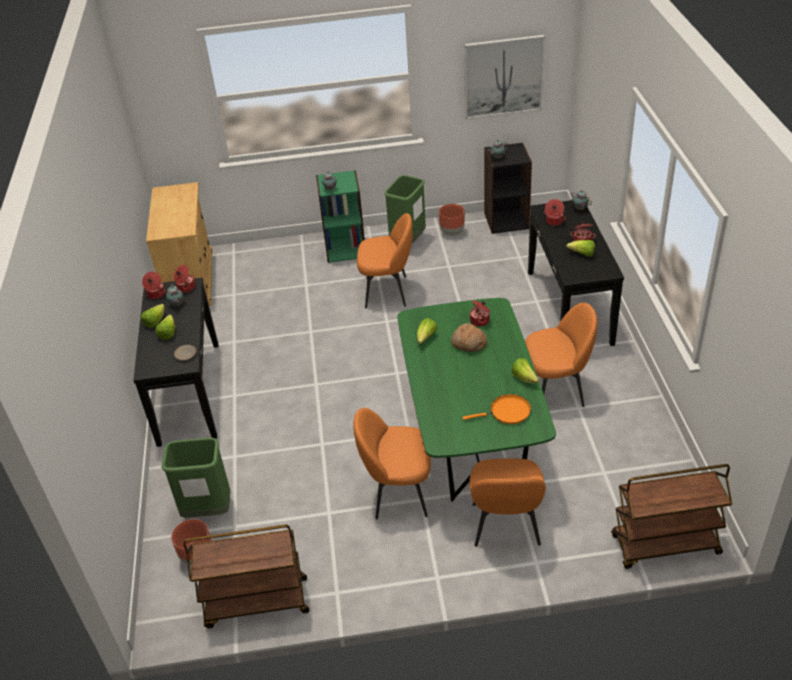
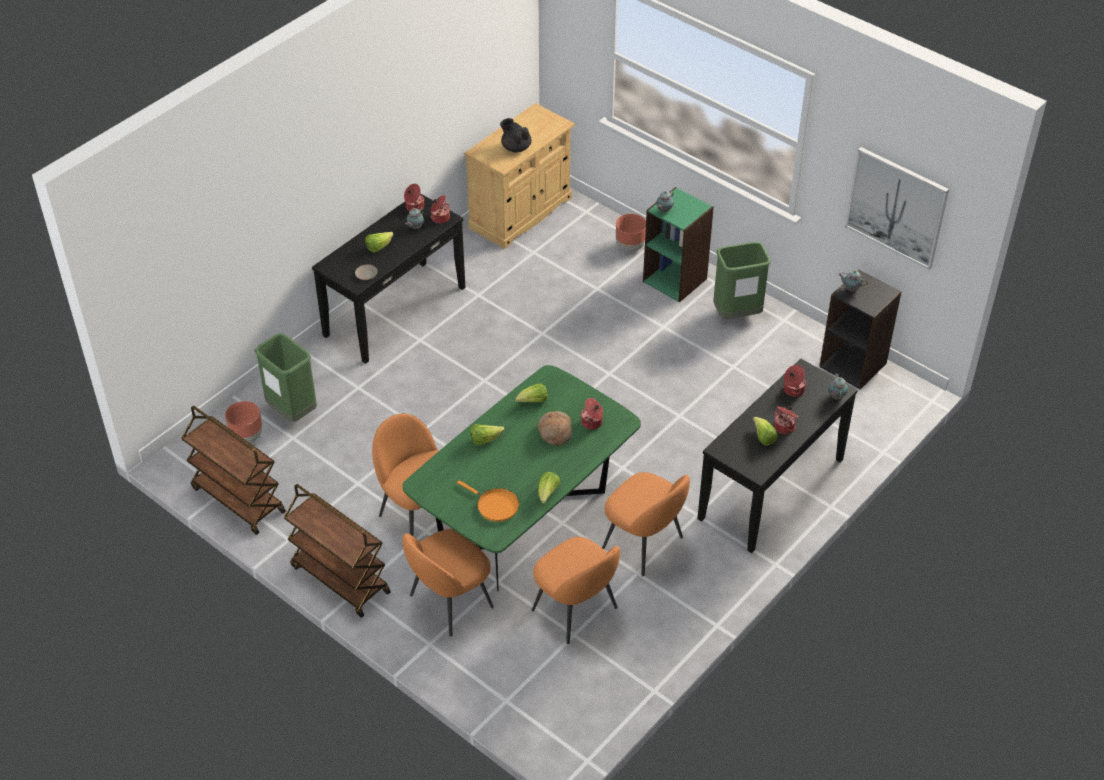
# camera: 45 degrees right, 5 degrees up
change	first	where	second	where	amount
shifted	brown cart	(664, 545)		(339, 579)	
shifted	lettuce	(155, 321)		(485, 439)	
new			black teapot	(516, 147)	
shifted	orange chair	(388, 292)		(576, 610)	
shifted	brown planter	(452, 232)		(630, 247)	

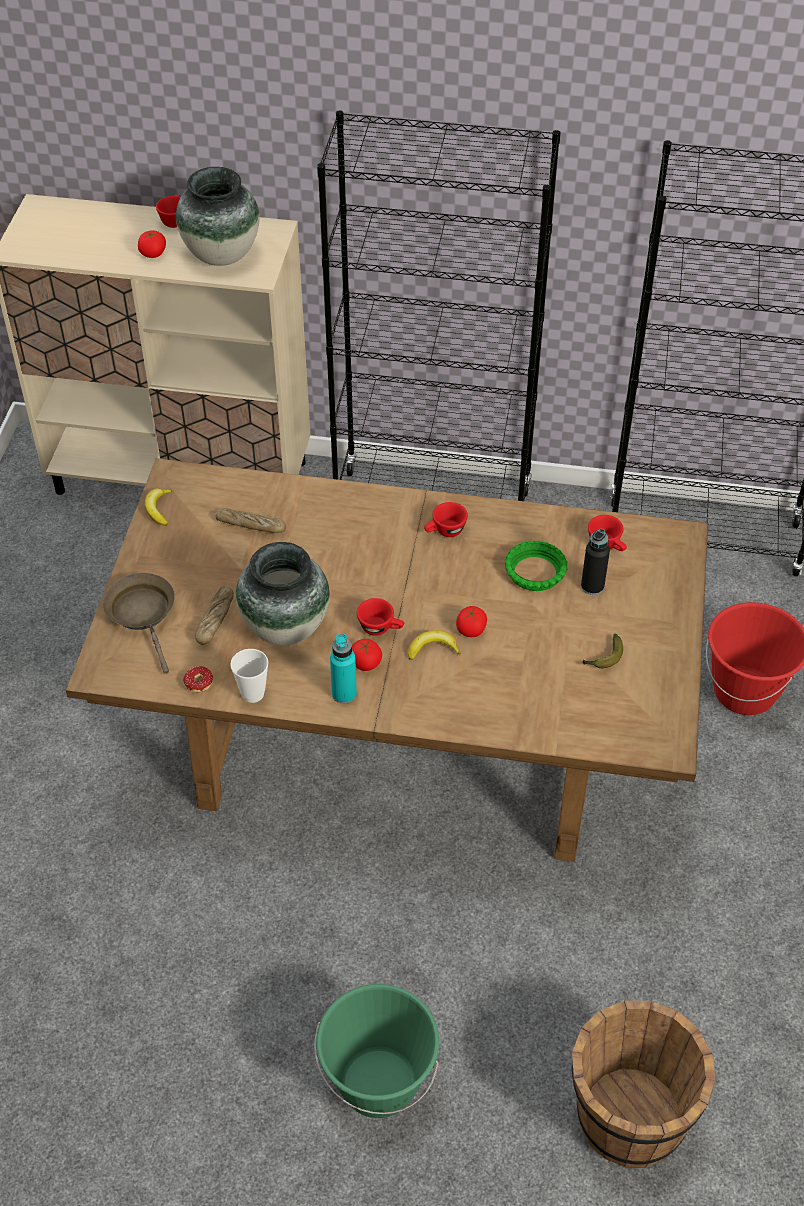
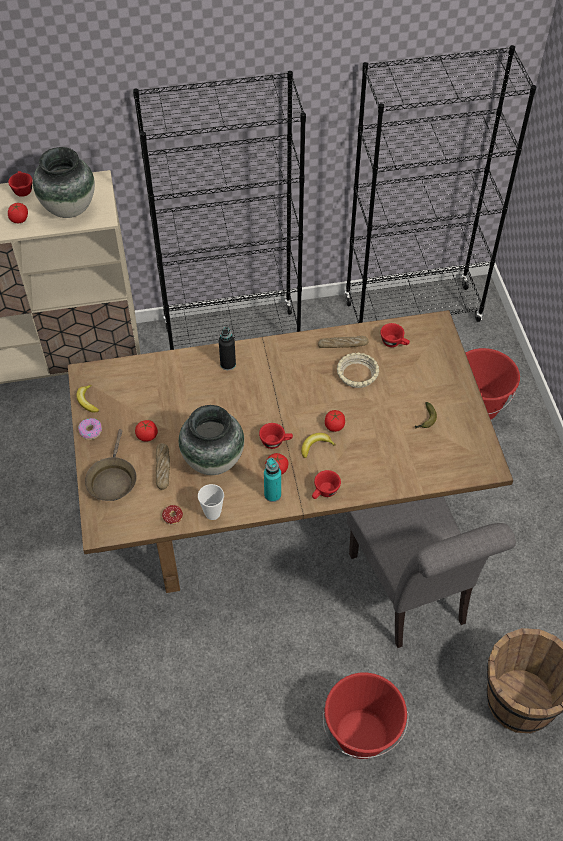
# camera: 20 degrees left, 5 degrees up
change	first	where	second	where	amount
new			donut	(90, 431)	
rotated	brown frying pan	(143, 614)		(112, 480)	135 degrees counterclockwise
new			tomato	(147, 436)	
shifted	black bottle	(592, 586)		(228, 364)	
shifted	red cup	(445, 531)		(324, 492)	
shifted	bread	(251, 525)		(342, 345)	
repainted	green bucket	(379, 1082)	red bucket	(361, 734)	
repainted	green bowl	(535, 572)	beige bowl	(357, 374)	
new			grey chair	(411, 595)	

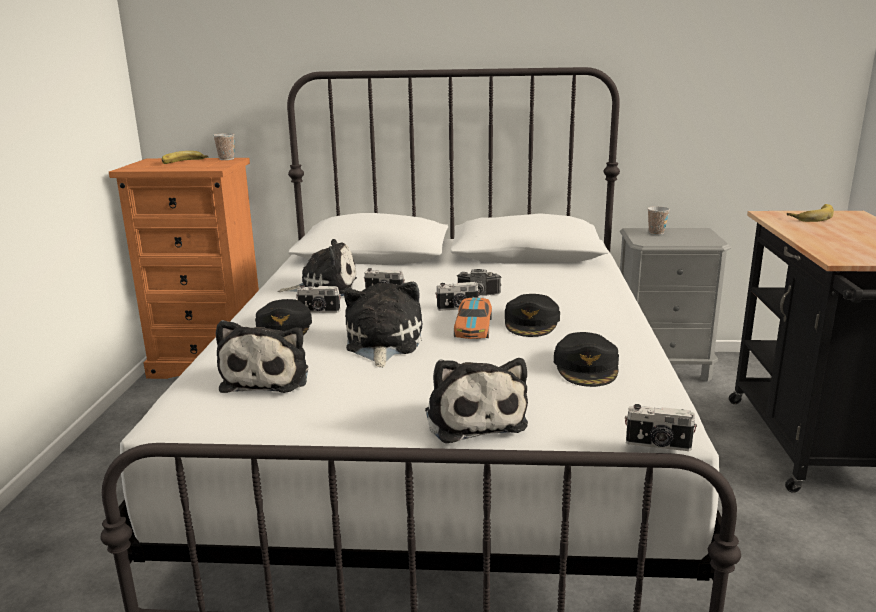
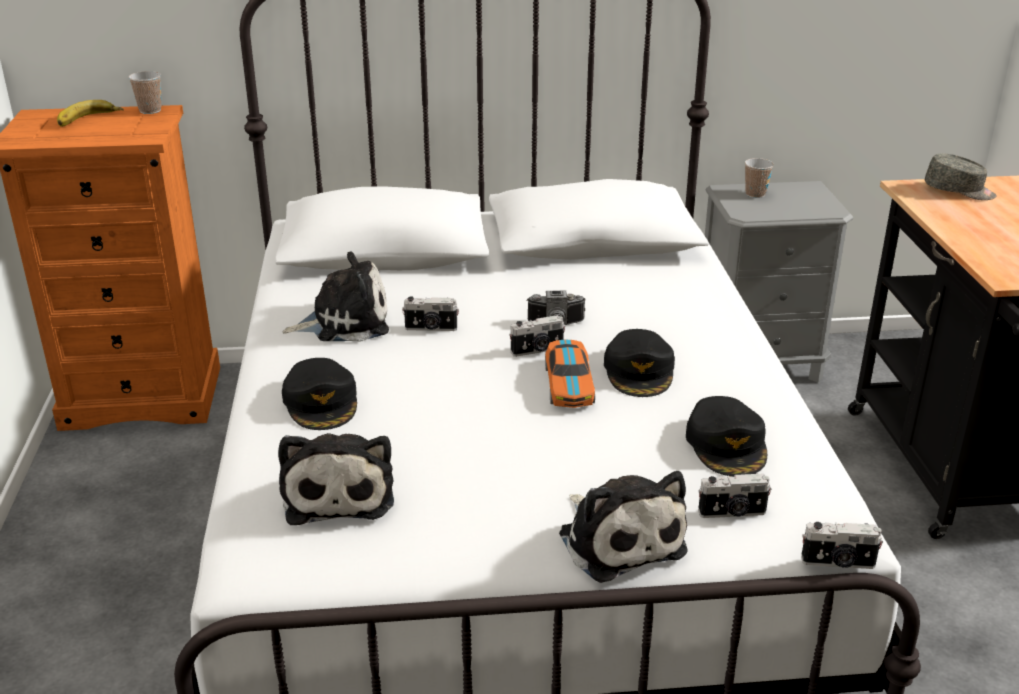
# camera: 10 degrees left, 10 degrees up
change	first	where	second	where	amount
shifted	photo camera	(319, 311)		(732, 513)	
swapped	banana	(811, 216)	grey cap	(959, 191)	
gone	plush toy	(382, 344)			

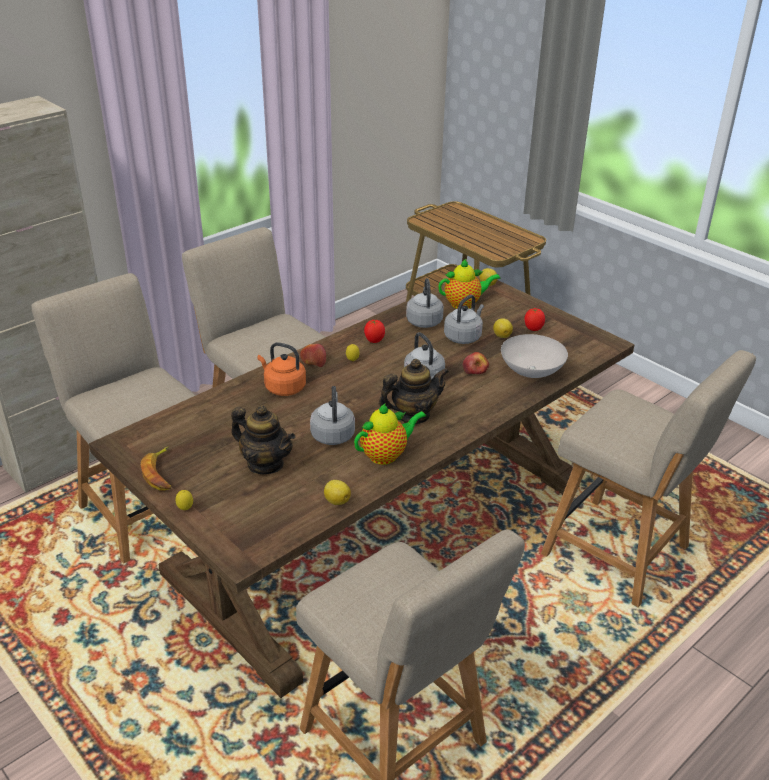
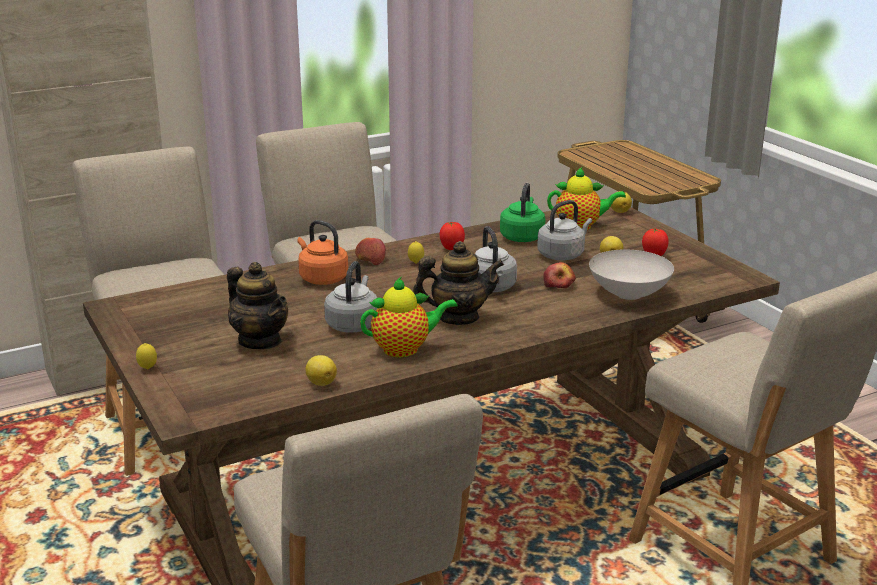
# camera: 15 degrees right, 10 degrees down
change	first	where	second	where	amount
repainted	grey kettle	(424, 321)	green kettle	(522, 236)	
gone	banana	(160, 473)			

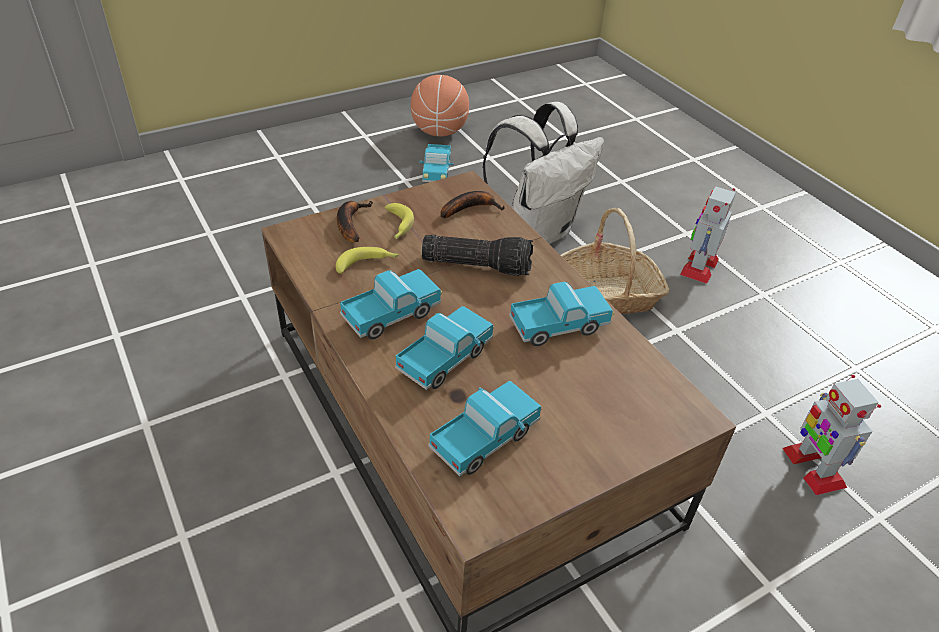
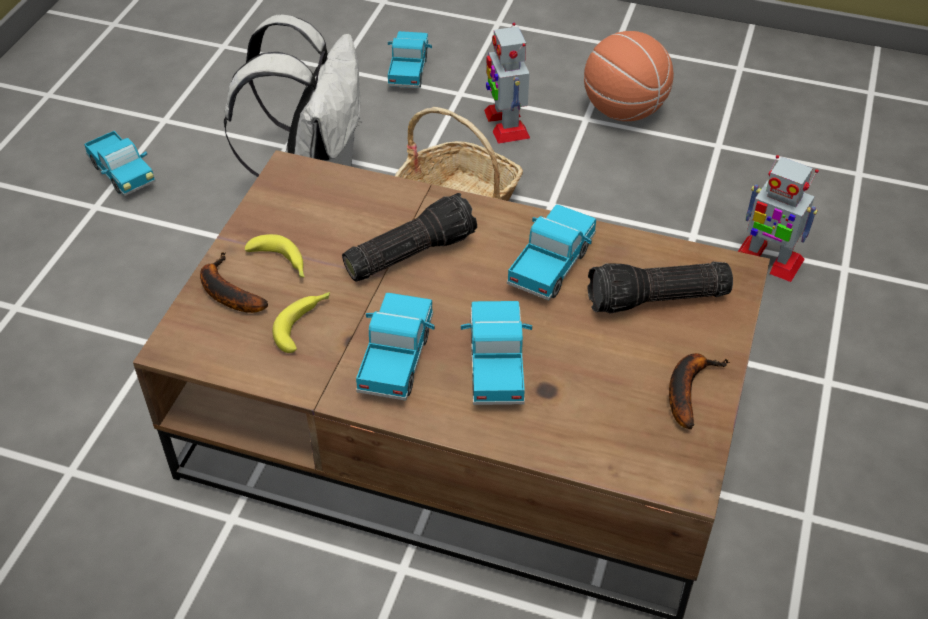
# camera: 40 degrees left, 5 degrees up
change	first	where	second	where	amount
shifted	toy truck	(485, 439)		(408, 70)	
shifted	basketball	(439, 131)		(623, 110)	
new			flashlight	(657, 300)	
shifted	banana	(470, 208)		(688, 389)	

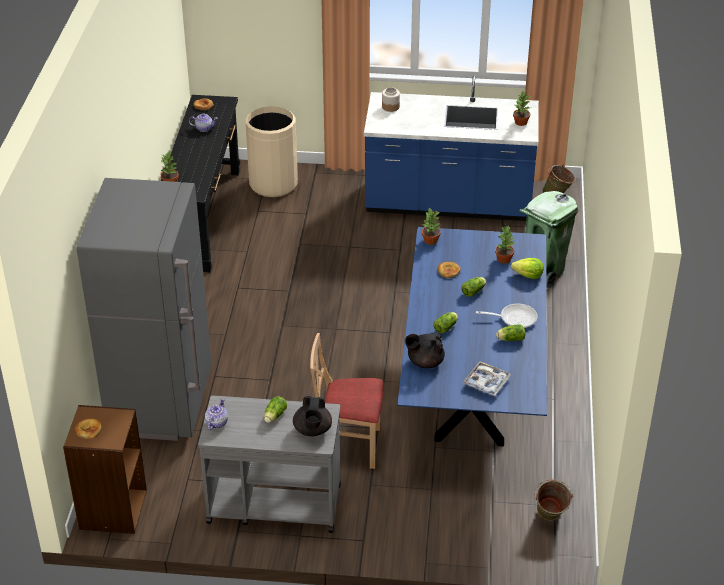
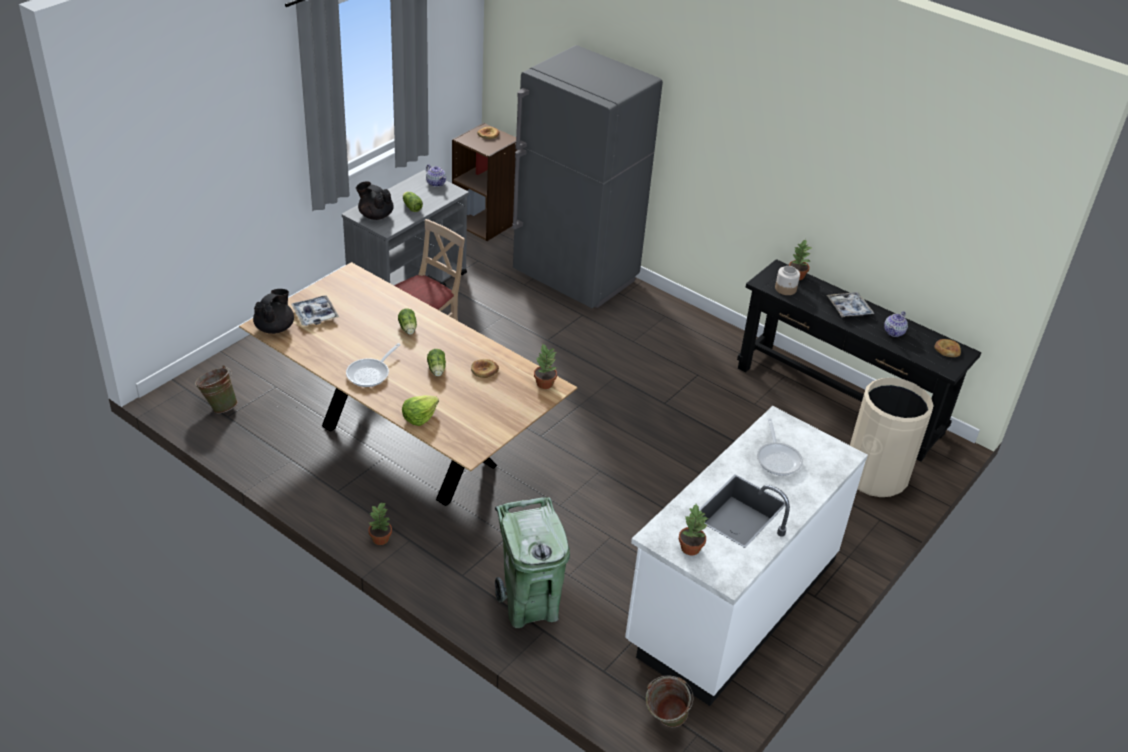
# camera: 120 degrees right, 0 degrees up
change	first	where	second	where	amount
repainted	blue dining table	(471, 390)	brown dining table	(407, 445)	
shifted	black teapot	(424, 362)		(275, 328)	
shifted	potted plant	(503, 259)		(381, 539)	
repainted	blue counter	(448, 203)	white counter	(731, 601)	
new			frying pan	(778, 458)	
shifted	jar	(390, 106)		(785, 289)	
new			tray	(849, 309)	
gone	lettuce	(510, 339)			

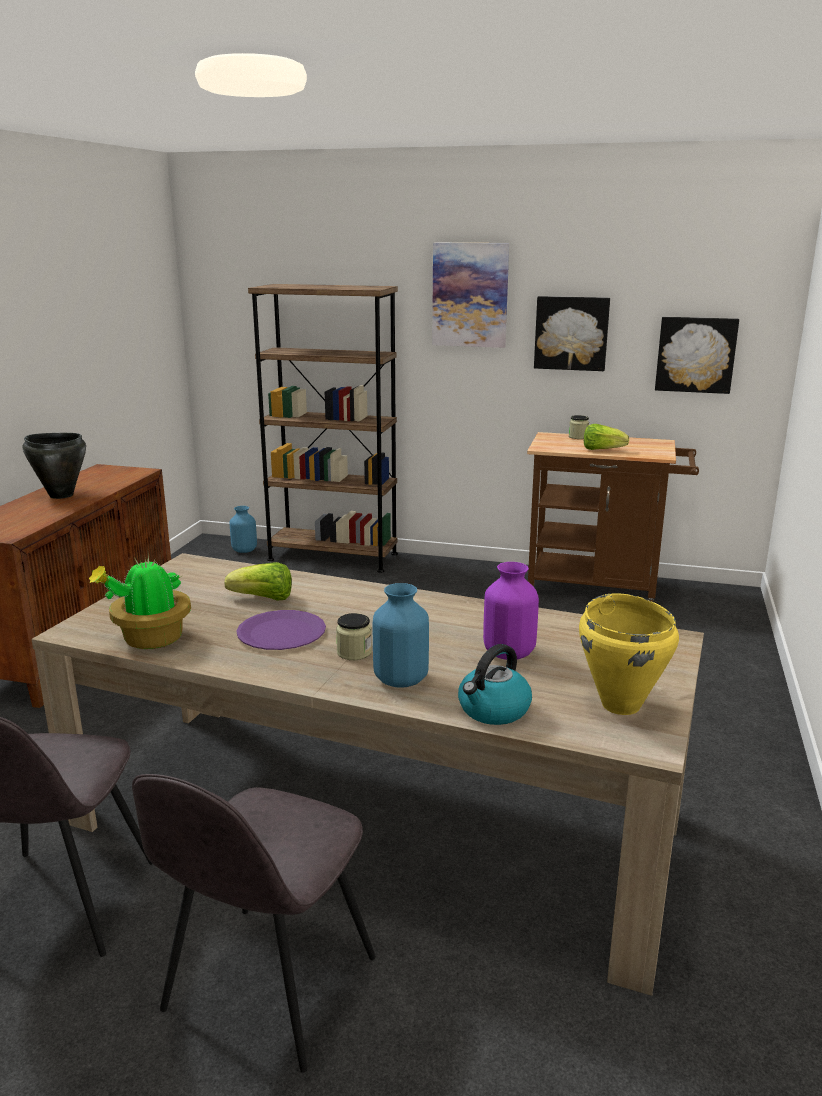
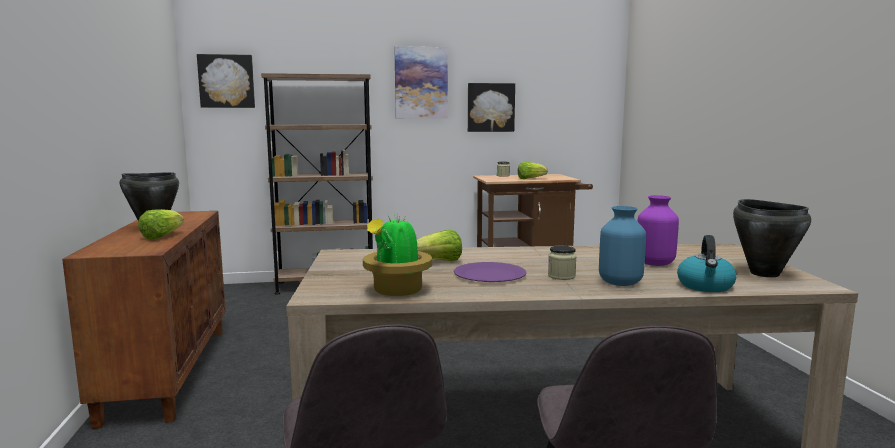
# camera: 25 degrees left, 10 degrees down
change	first	where	second	where	amount
new			lettuce	(162, 236)	
shifted	picture	(695, 354)		(226, 81)	
repainted	yellow cooking pot	(621, 704)	black cooking pot	(764, 273)	
gone	blue vase	(244, 550)			

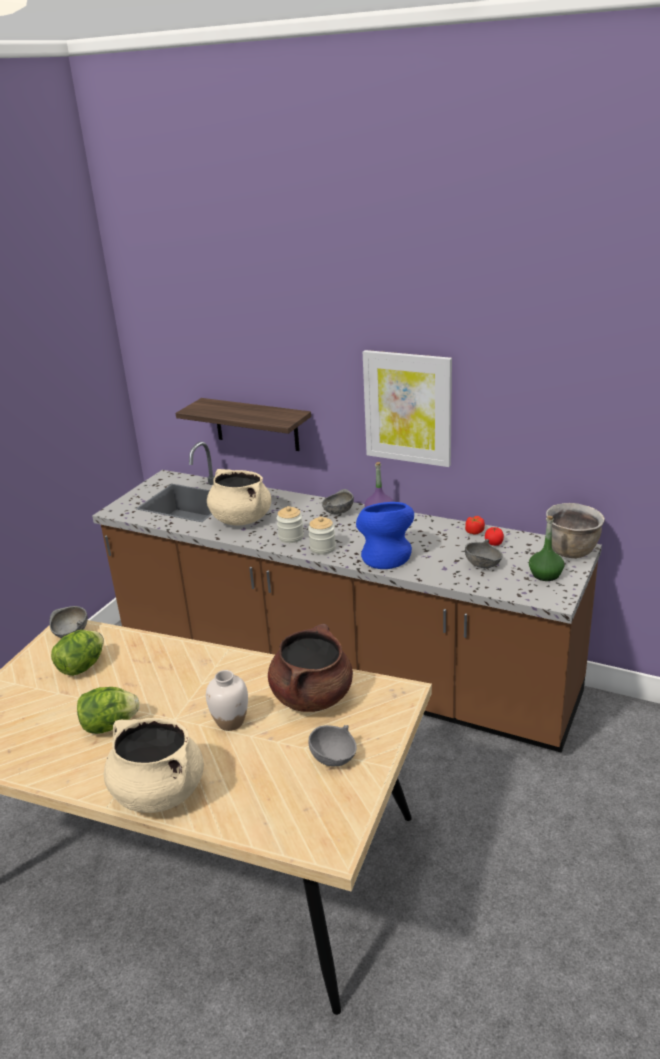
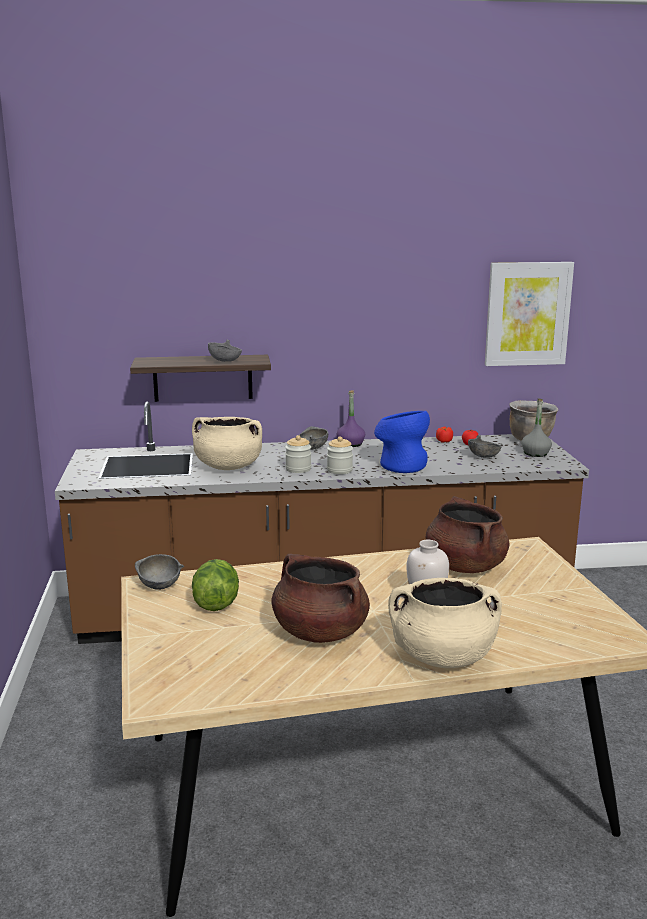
# camera: 35 degrees left, 10 degrees down
change	first	where	second	where	amount
shifted	grey bowl	(334, 758)		(225, 361)	
swapped	lettuce	(110, 726)	brown cooking pot	(319, 632)	
shifted	picture	(408, 408)		(527, 314)	
repainted	green bottle	(545, 574)	grey bottle	(535, 453)	

